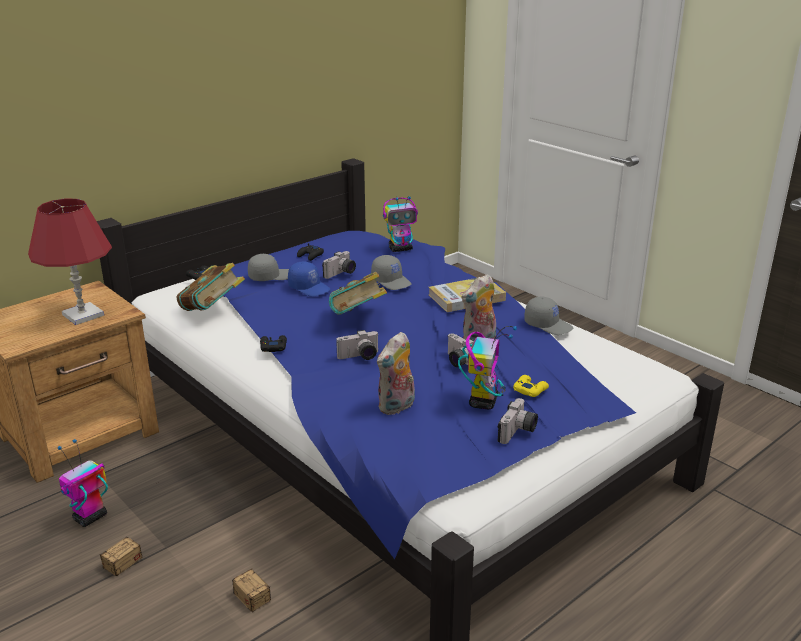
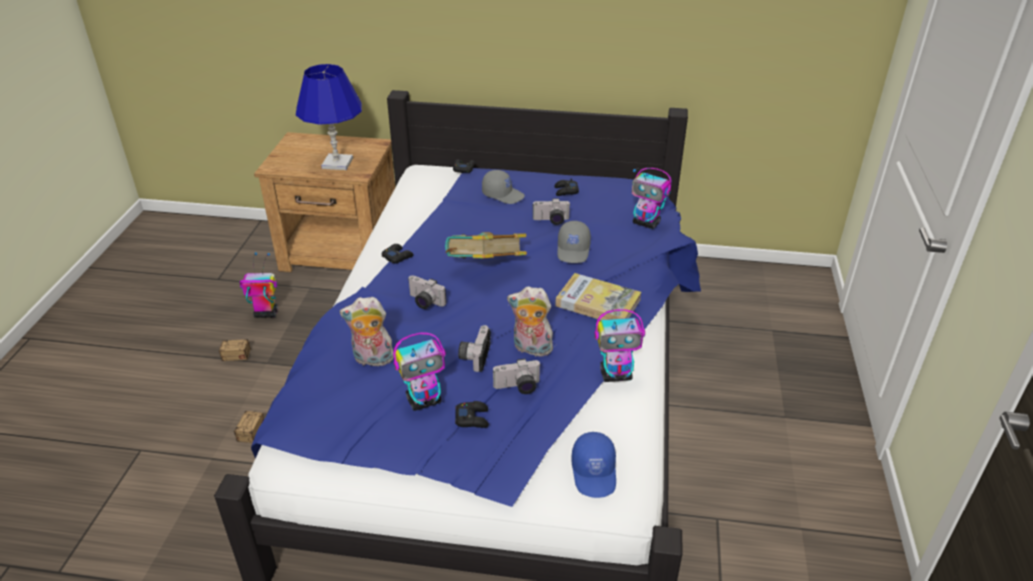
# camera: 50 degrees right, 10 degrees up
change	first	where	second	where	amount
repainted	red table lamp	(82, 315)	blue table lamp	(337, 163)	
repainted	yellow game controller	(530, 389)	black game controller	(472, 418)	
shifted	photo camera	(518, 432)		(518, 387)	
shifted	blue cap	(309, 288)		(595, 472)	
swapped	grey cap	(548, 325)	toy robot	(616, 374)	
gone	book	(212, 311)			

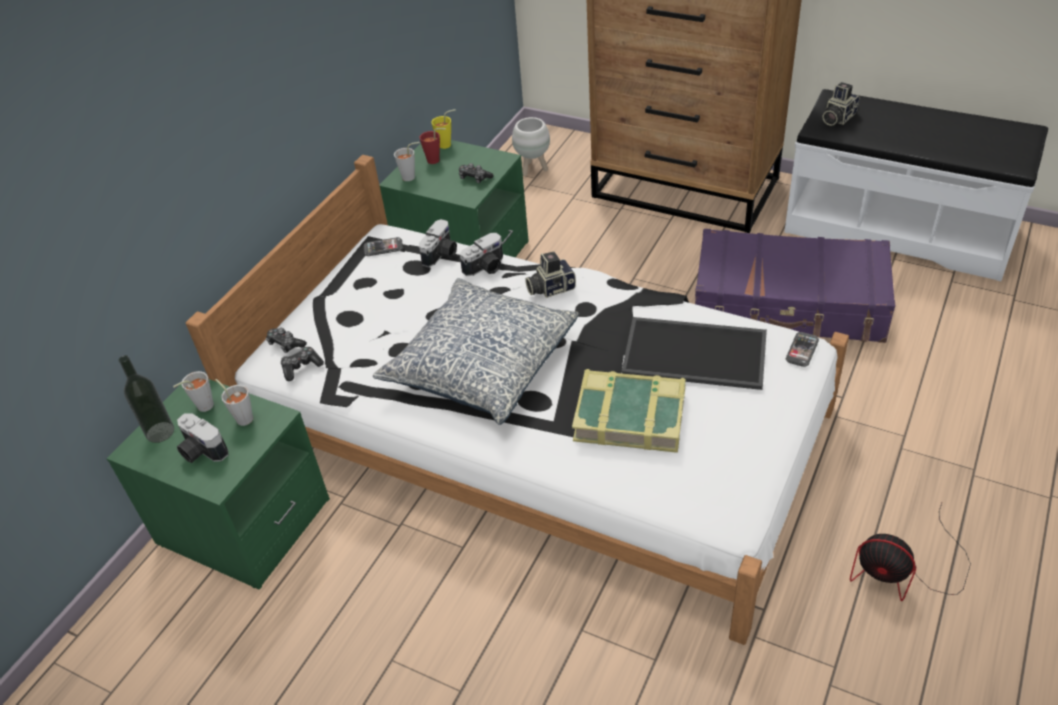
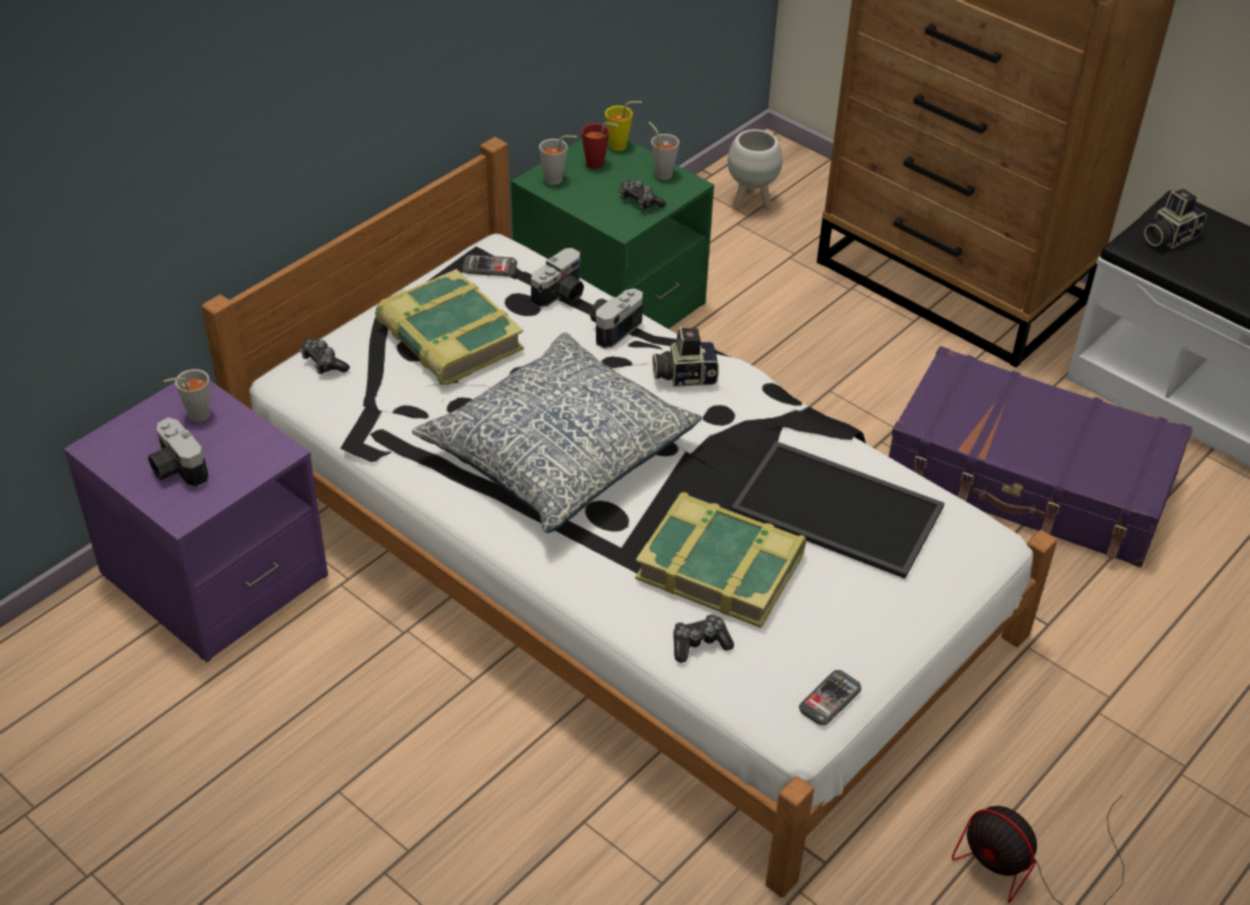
# camera: 10 degrees right, 0 degrees up
change	first	where	second	where	amount
repainted	green nightstand	(243, 522)	purple nightstand	(214, 576)	
new			book	(448, 338)	
rotated	photo camera	(486, 267)		(612, 327)	150 degrees clockwise
shifted	grey cup	(242, 417)		(661, 172)	
shifted	game controller	(301, 367)		(699, 644)	
shifted	phone	(802, 350)		(830, 699)	
gone	bottle	(160, 432)			

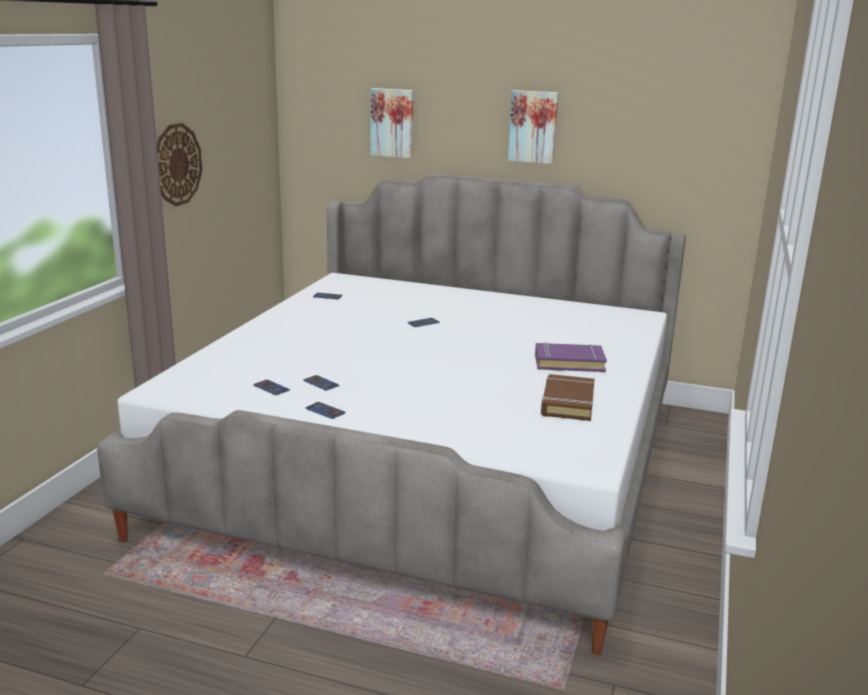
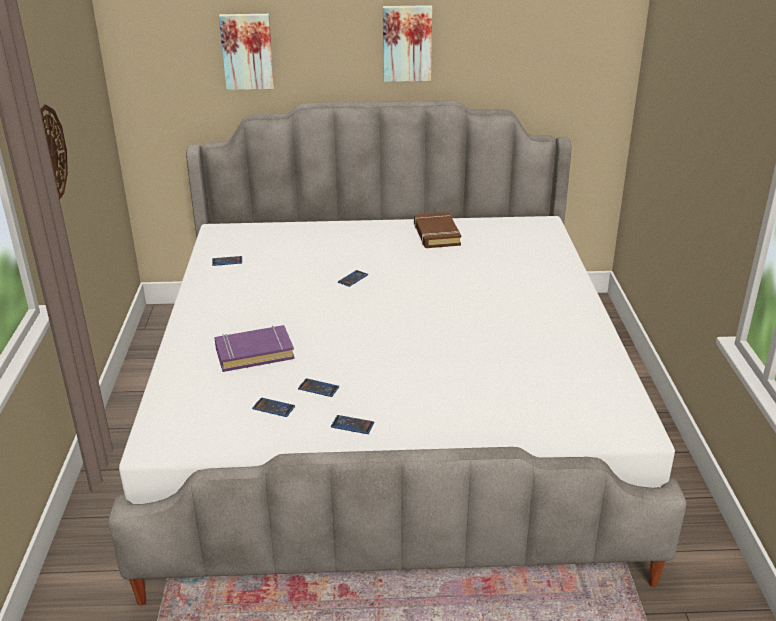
# camera: 20 degrees left, 10 degrees up
change	first	where	second	where	amount
shifted	purple book	(569, 362)		(254, 353)	
shifted	brown book	(567, 403)		(436, 234)	

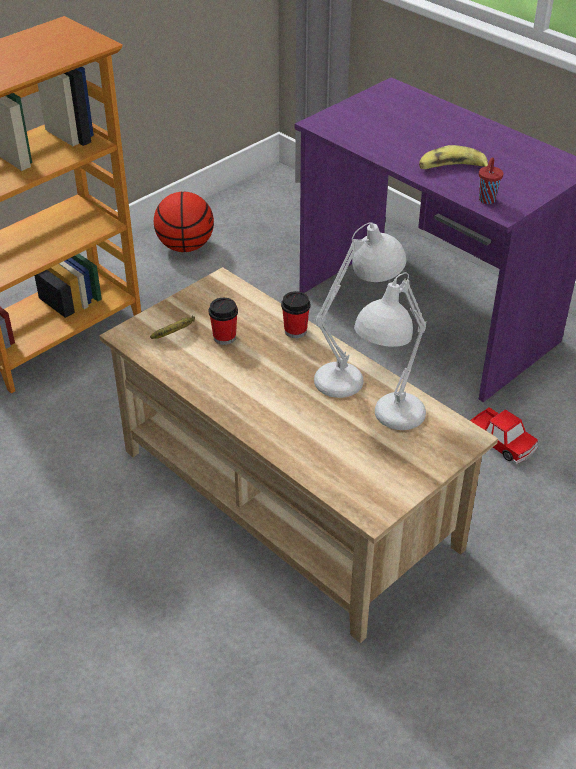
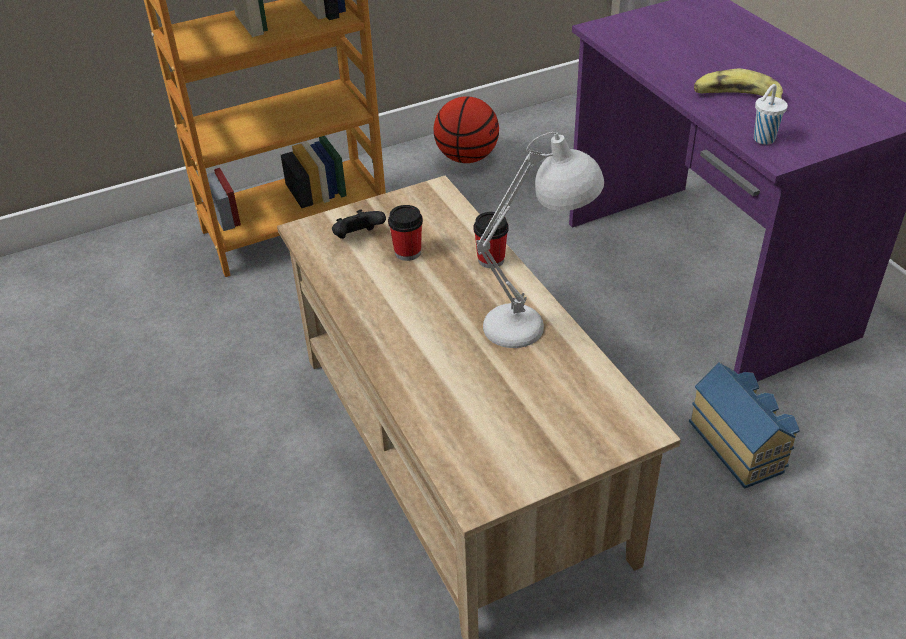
# camera: 20 degrees right, 0 degrees up
change	first	where	second	where	amount
swapped	banana	(176, 333)	black game controller	(358, 238)	
swapped	toy car	(501, 442)	toy house	(739, 443)	
repainted	red cup	(486, 200)	white cup	(763, 140)	
gone	white table lamp	(386, 423)			

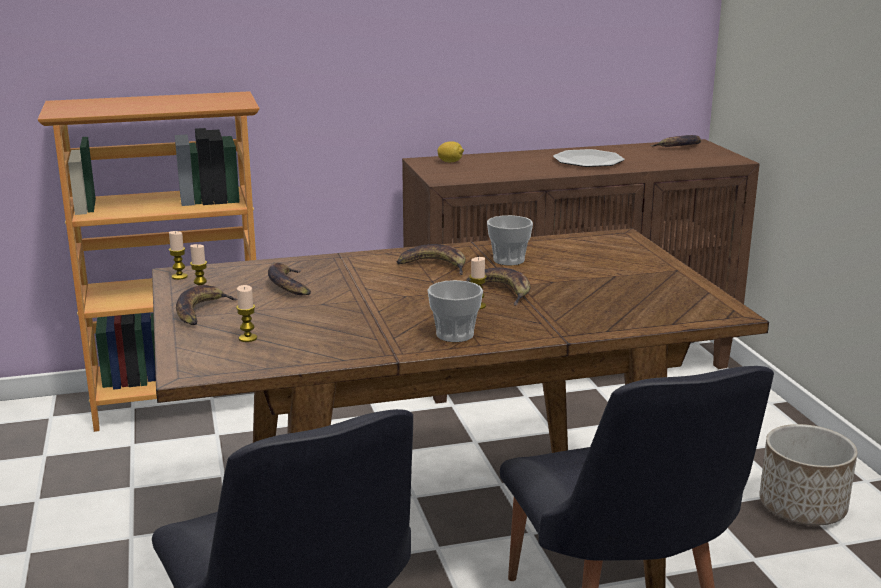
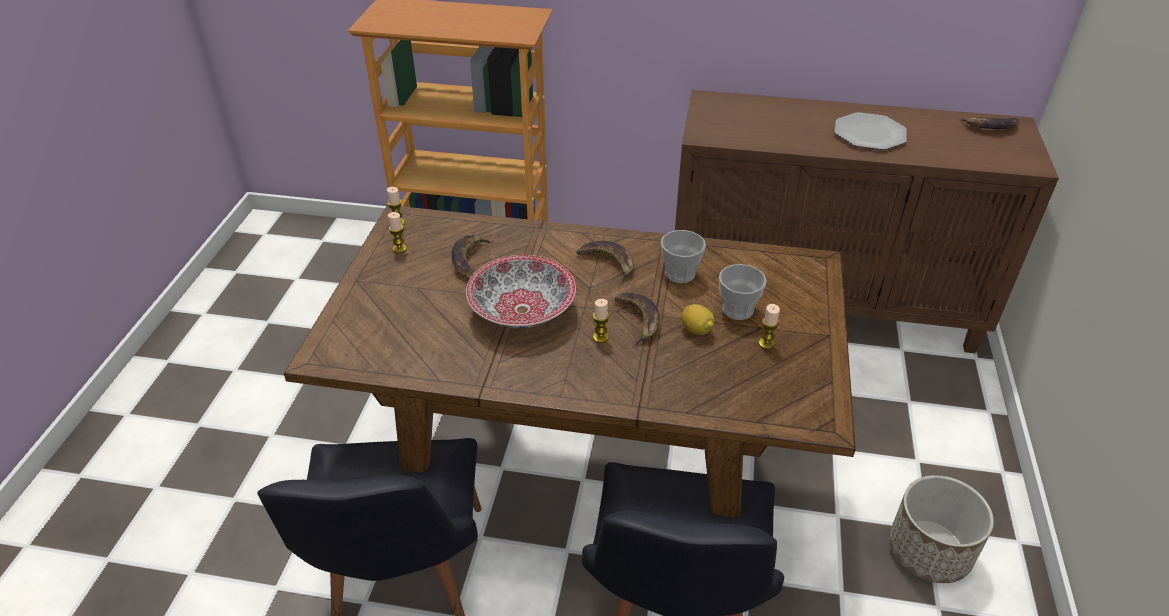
# camera: 25 degrees right, 20 degrees up
change	first	where	second	where	amount
new			bowl	(522, 310)	
shifted	lemon	(450, 162)		(696, 330)	
shifted	cup	(455, 335)		(737, 310)	
shifted	candle	(248, 338)		(766, 343)	
gone	banana	(202, 311)			

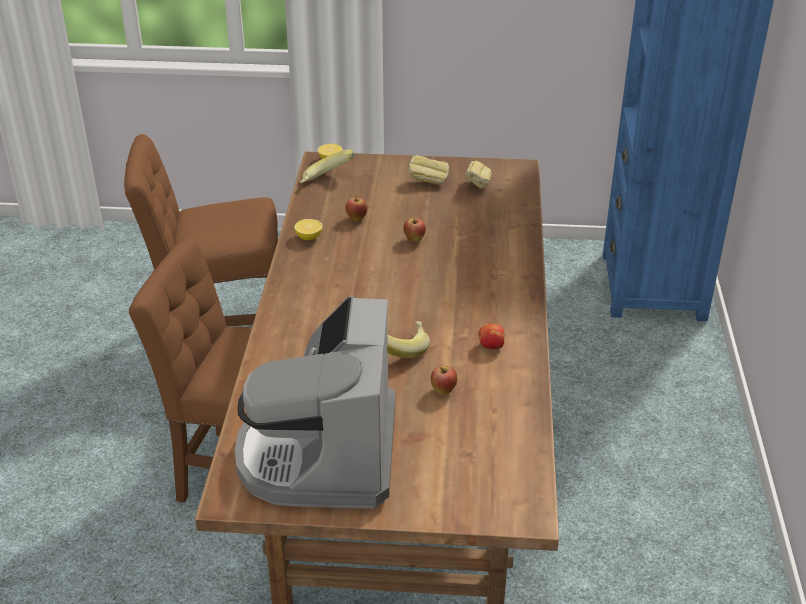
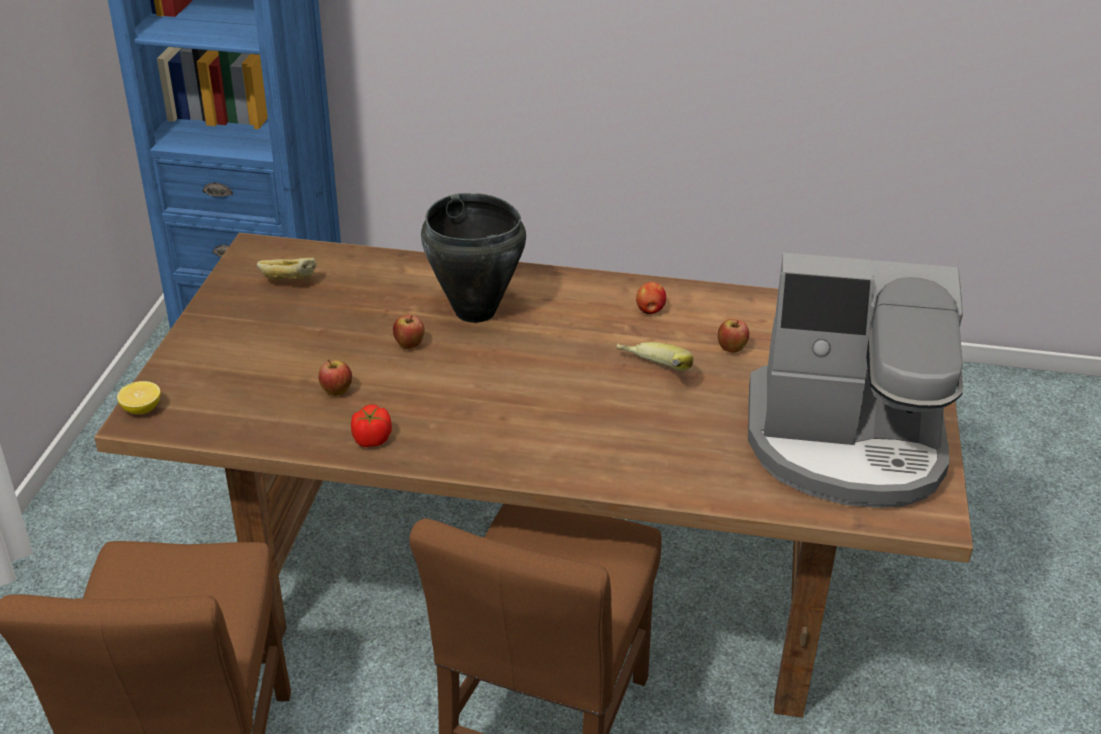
# camera: 85 degrees left, 0 degrees up
change	first	where	second	where	amount
swapped	lemon	(309, 237)	tomato	(371, 439)	
new			black cooking pot	(474, 312)	
gone	banana	(326, 181)			
gone	bread	(428, 181)			

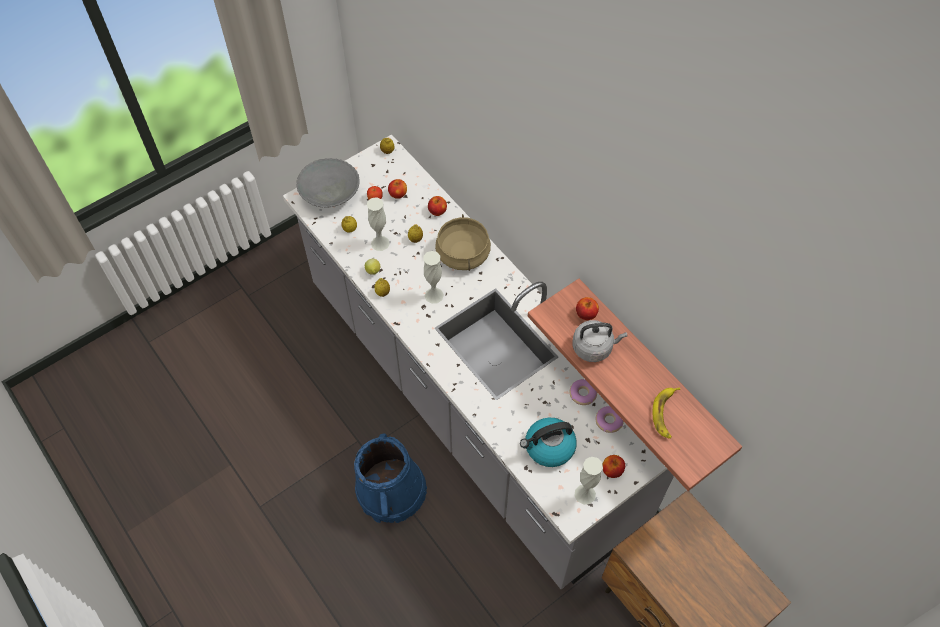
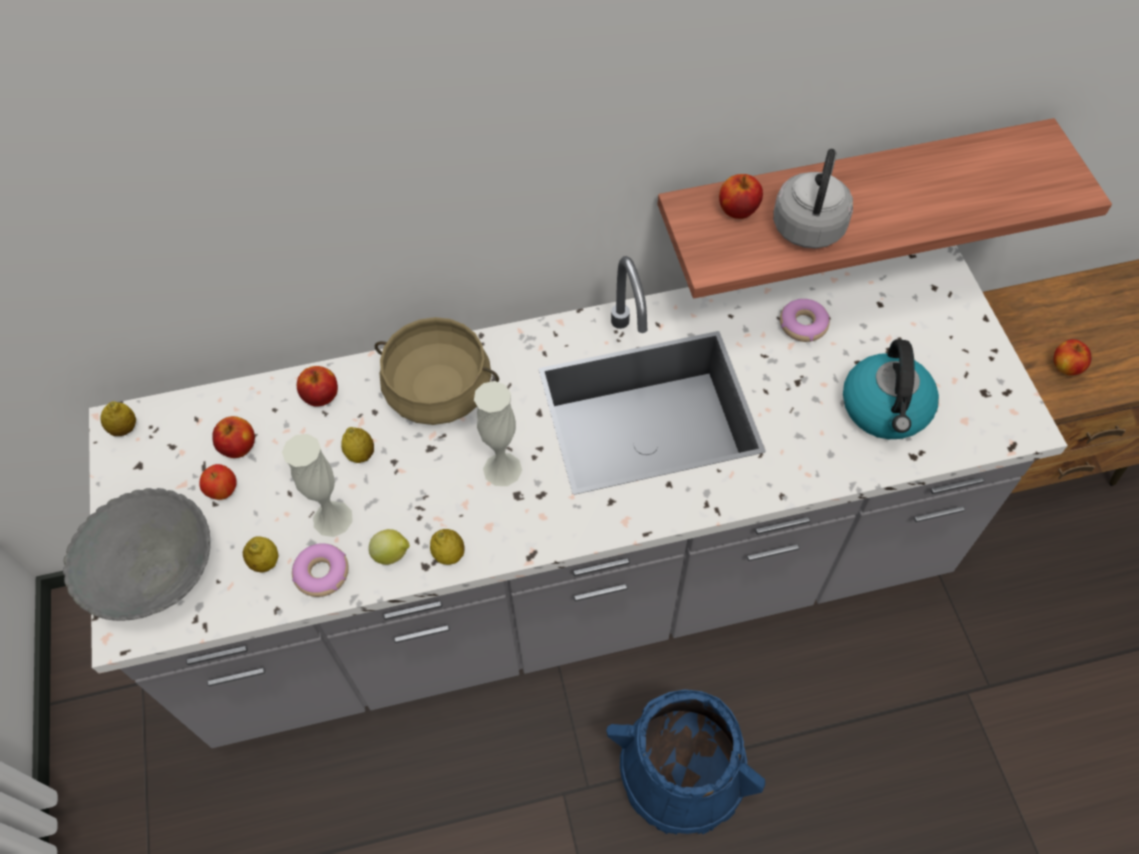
# camera: 65 degrees left, 0 degrees up
change	first	where	second	where	amount
shifted	donut	(609, 421)		(322, 573)	
shifted	apple	(612, 470)		(1065, 367)	
gone	white vase	(585, 494)			
gone	banana	(665, 413)			

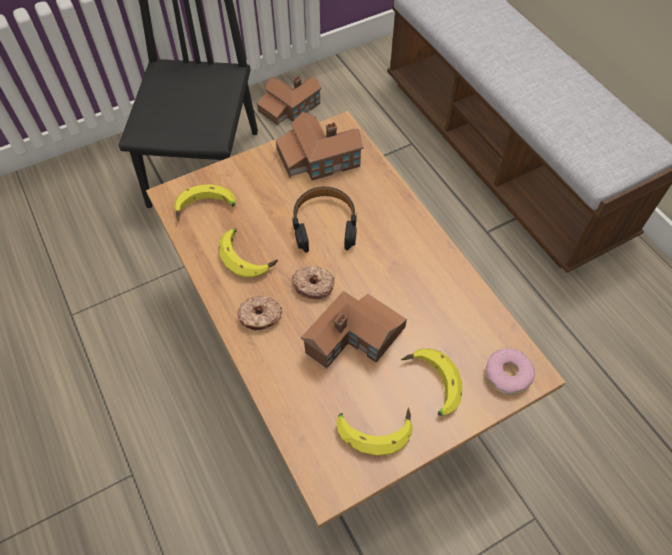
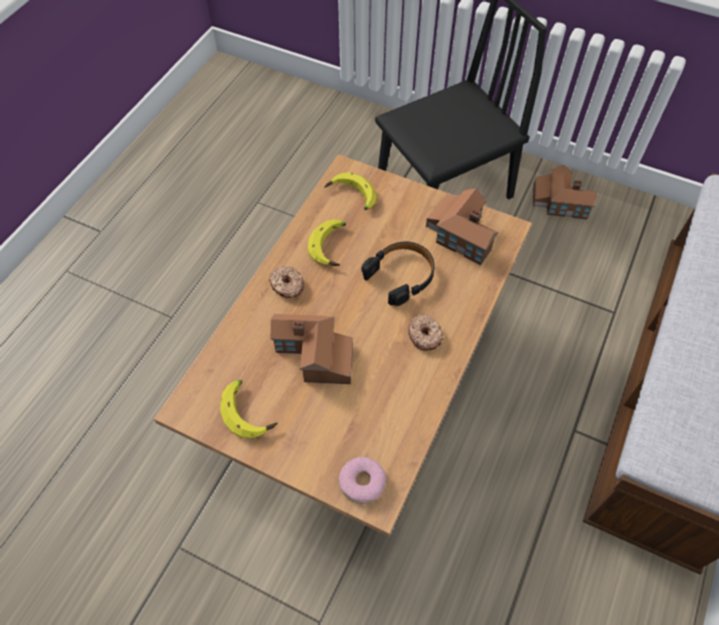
# camera: 55 degrees right, 0 degrees up
change	first	where	second	where	amount
shifted	donut	(313, 285)		(425, 335)	
gone	banana	(430, 384)			

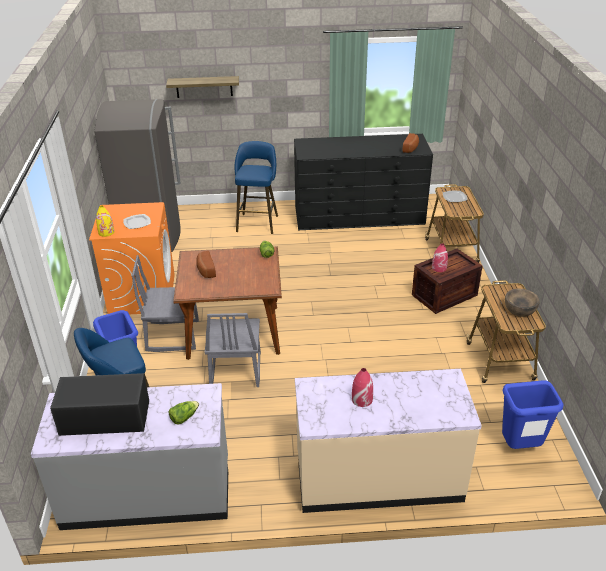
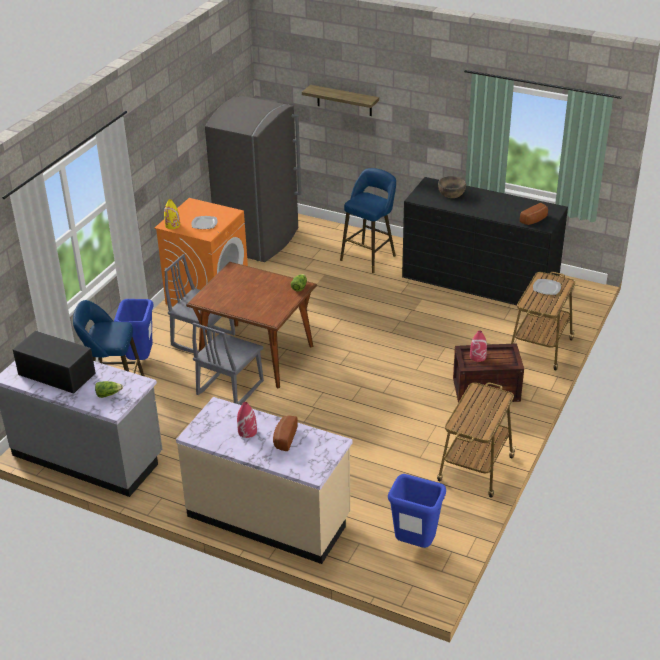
# camera: 30 degrees right, 0 degrees up
change	first	where	second	where	amount
shifted	bread	(205, 270)		(284, 438)	
shifted	brown bowl	(520, 309)		(451, 193)	

